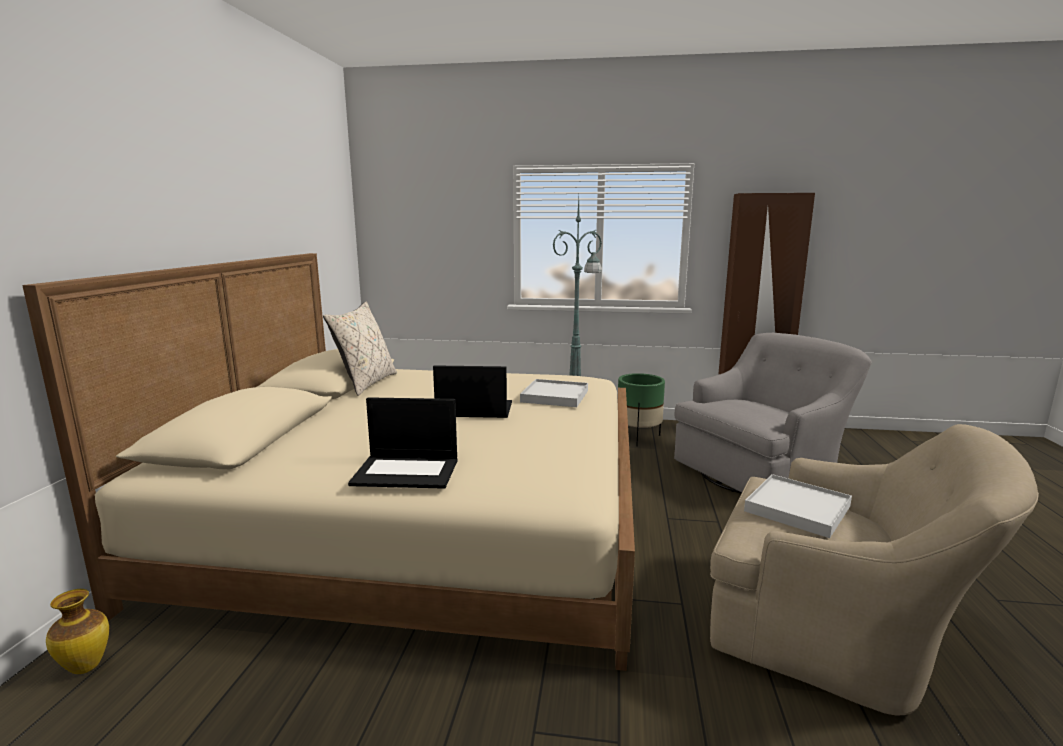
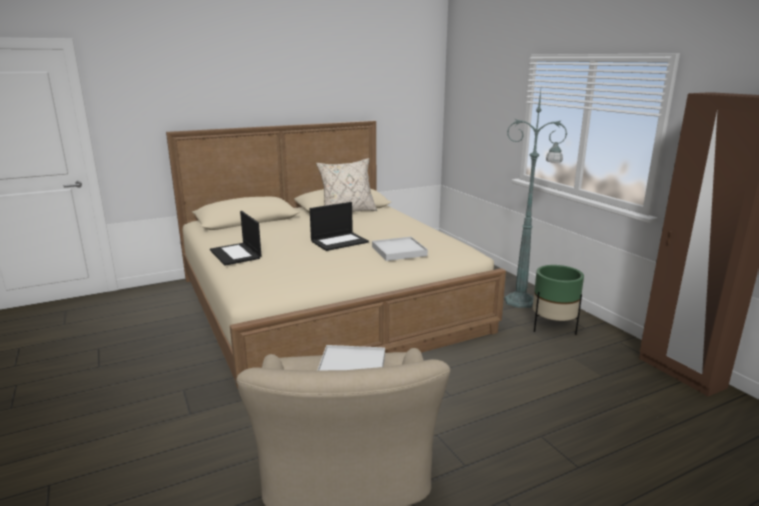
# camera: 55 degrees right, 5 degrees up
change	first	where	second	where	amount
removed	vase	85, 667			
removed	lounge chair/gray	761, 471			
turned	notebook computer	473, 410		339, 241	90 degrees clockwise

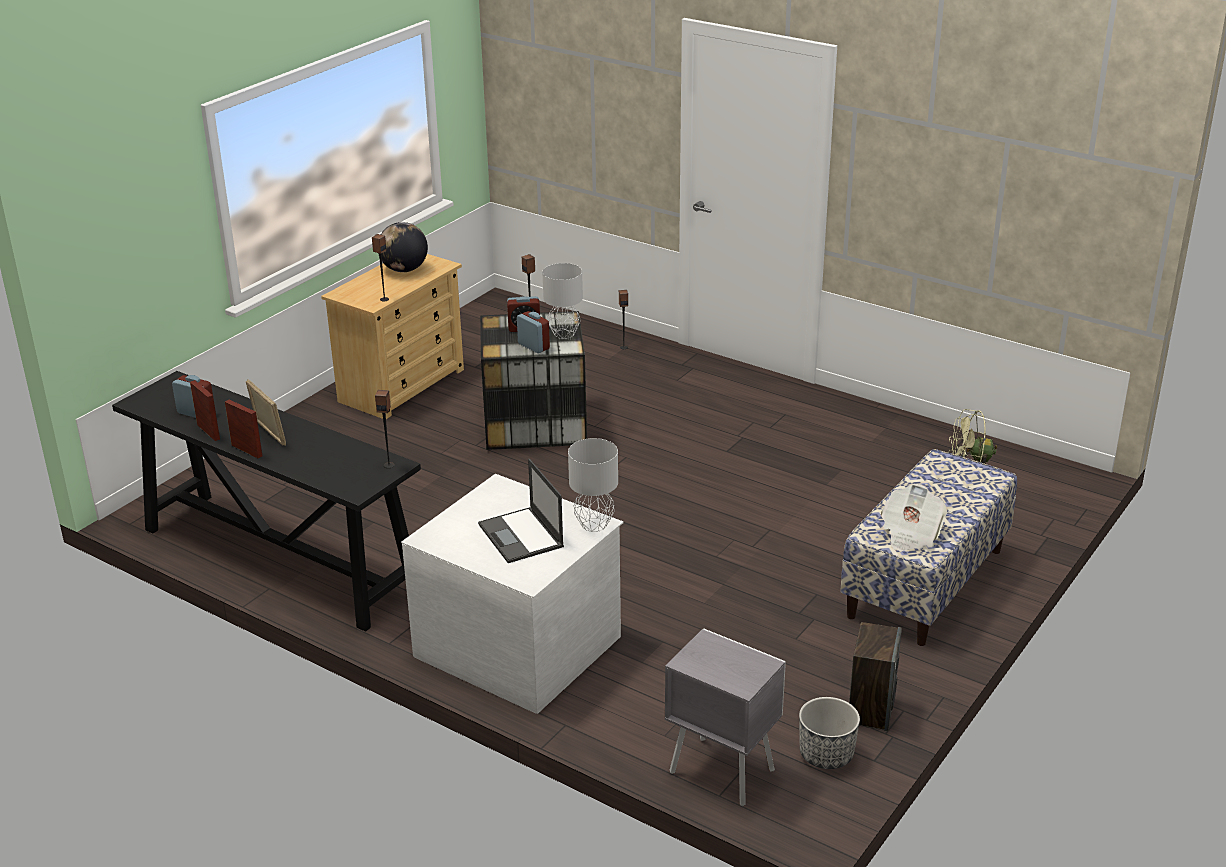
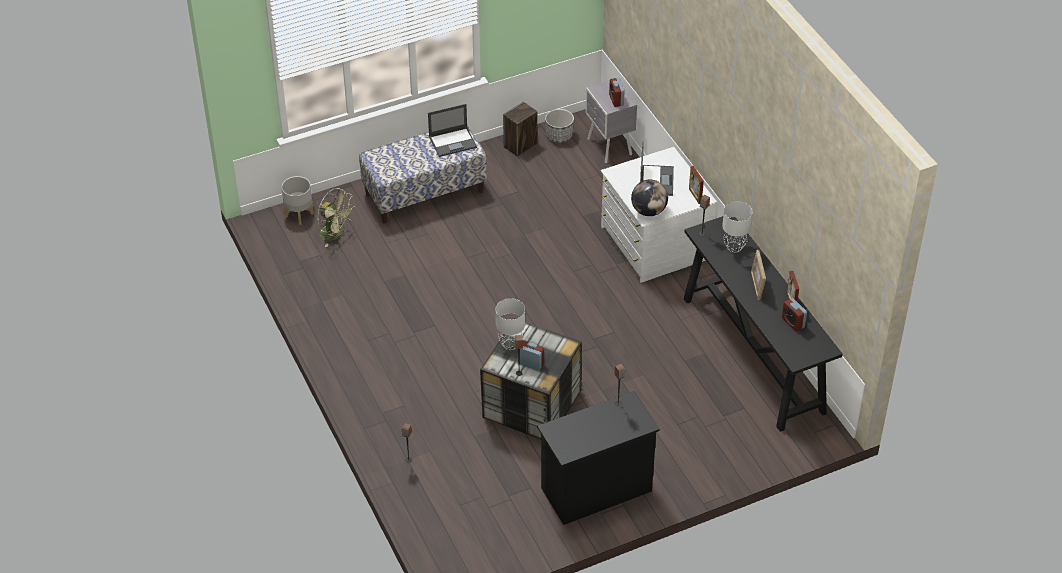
# camera: 150 degrees left, 15 degrees up
change	first	where	second	where	amount
added			flower pot/gray	299, 214	
moved	standing frame	247, 451		695, 196	
moved	desk globe	404, 270		649, 211	
moved	bedside clock	533, 346		616, 100	
moved	tabletop lamp/gray	594, 525		734, 247	
replaced	printed paper	910, 534	notebook computer	453, 142	
recoloured	dresser/sand-coloured	402, 385	dresser/black	595, 489	

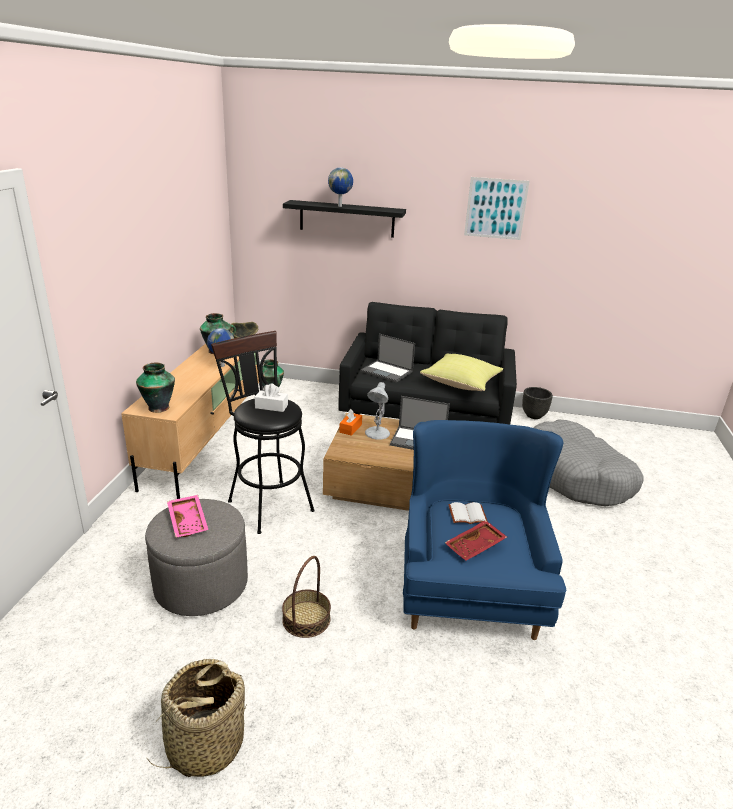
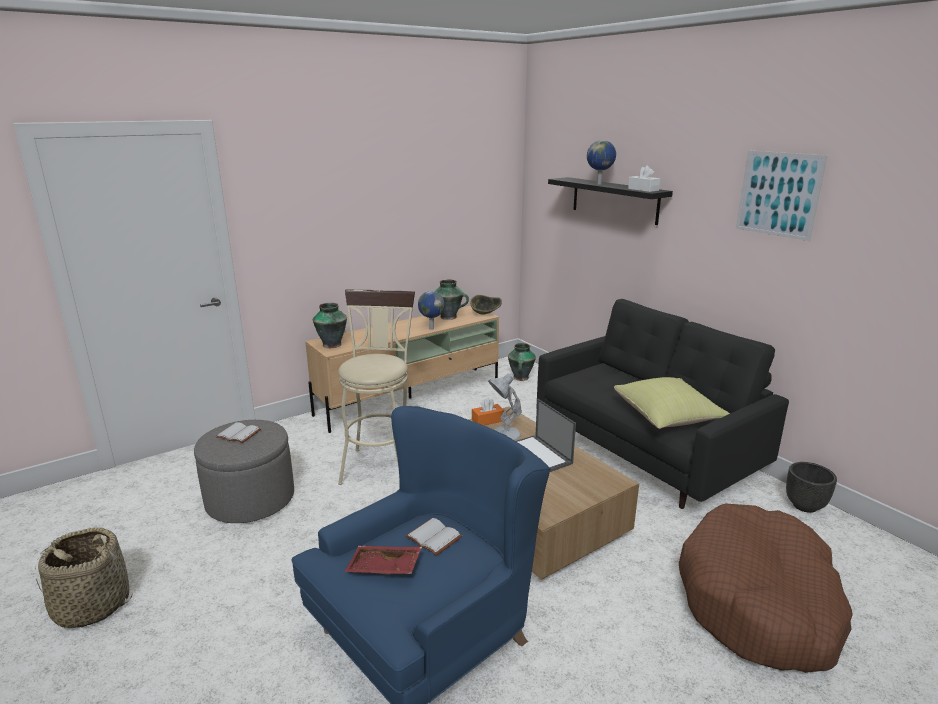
# camera: 45 degrees right, 5 degrees down
change	first	where	second	where	amount
removed	household basket	306, 619			
removed	notebook computer	387, 371			
moved	tissue box/whitish	271, 406		643, 189	
replaced	serving tray/pinkish	189, 521	bound book/whitish	239, 434	
recoloured	stool/black	266, 502	stool/sand-coloured	380, 463	
recoloured	dog cushion/gray	577, 476	dog cushion/brown-coloured	759, 602	

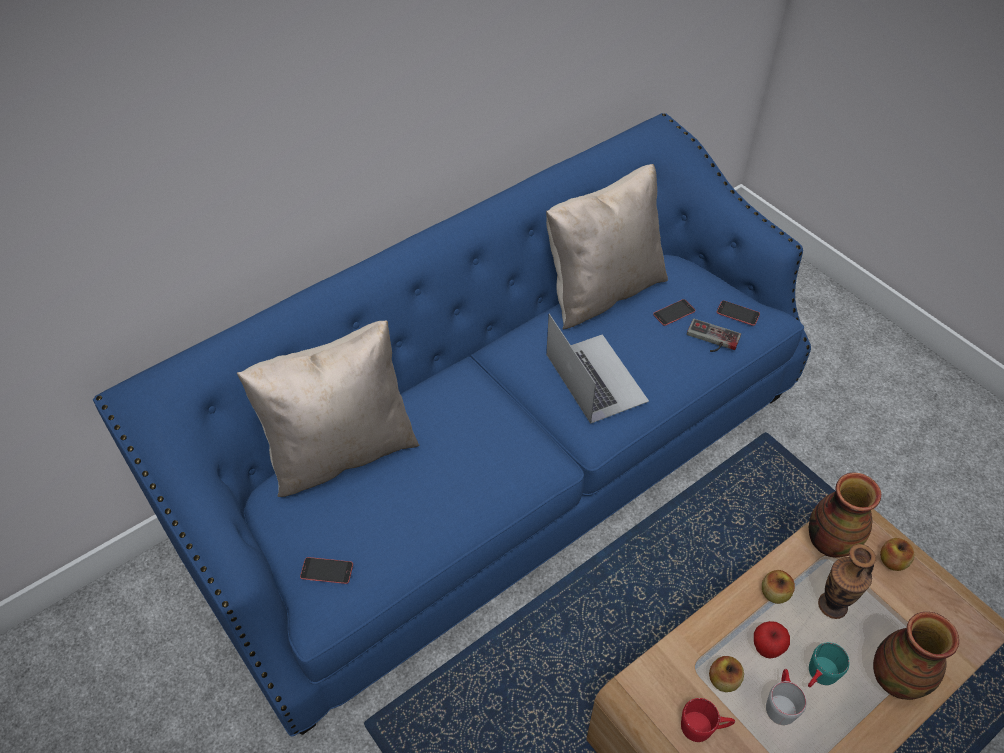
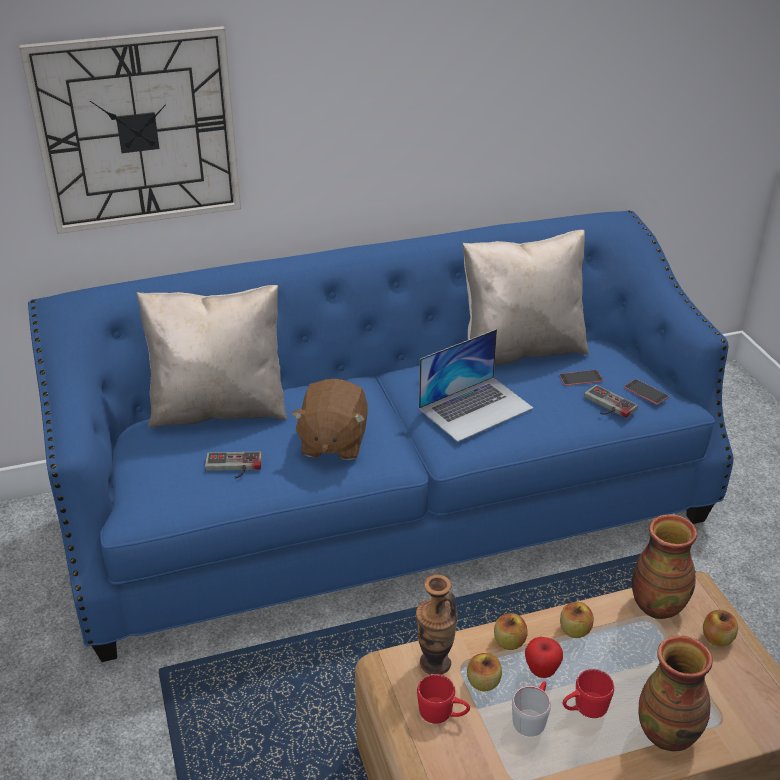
# camera: 20 degrees right, 15 degrees down
change	first	where	second	where	amount
removed	phone	326, 570			
added			clock on the wall	137, 131	
added			gamepad	233, 467	
added			cuddly toy/brown-coloured	332, 442	
added			apple fruit	509, 642	
moved	vase	832, 605		435, 663	
recoloured	tea mug/turquoise	819, 676	tea mug/red-coloured	584, 708	
turned	notebook computer	595, 377		476, 408	60 degrees clockwise

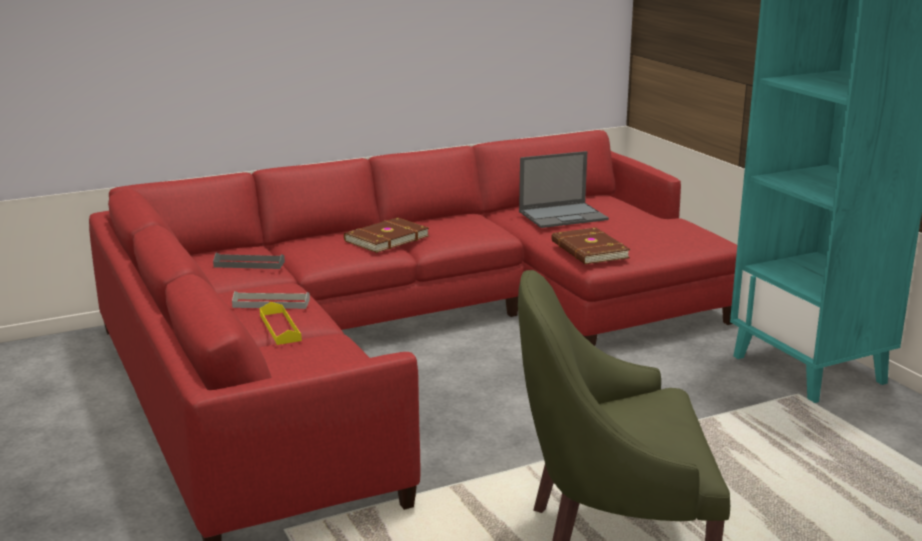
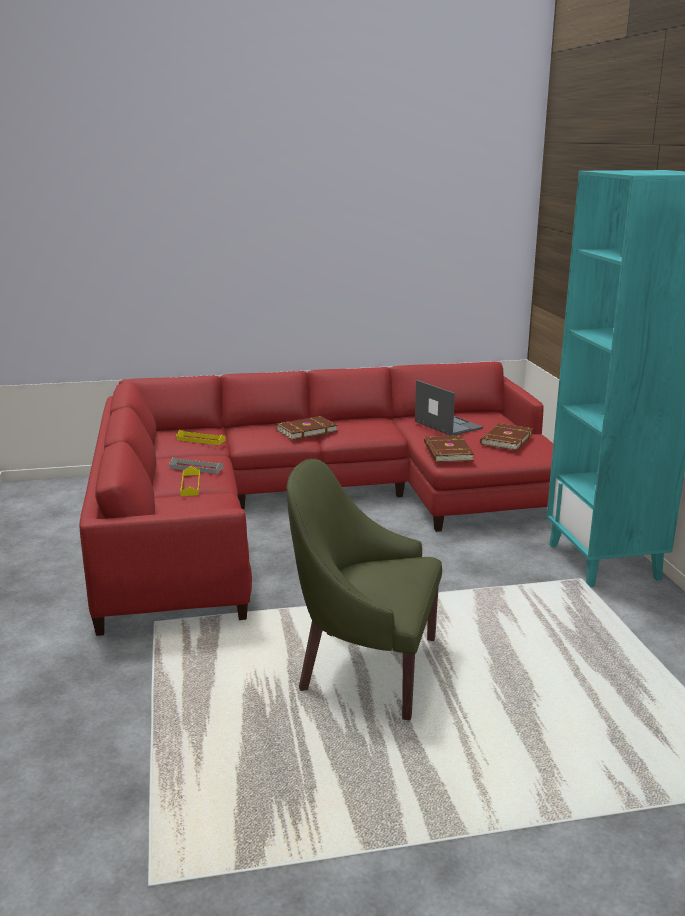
# camera: 15 degrees right, 0 degrees up
change	first	where	second	where	amount
added			bound book/brown-coloured	505, 439	
recoloured	serving tray/gray	249, 264	serving tray/yellow	201, 440	
turned	notebook computer	564, 215		447, 424	120 degrees counterclockwise

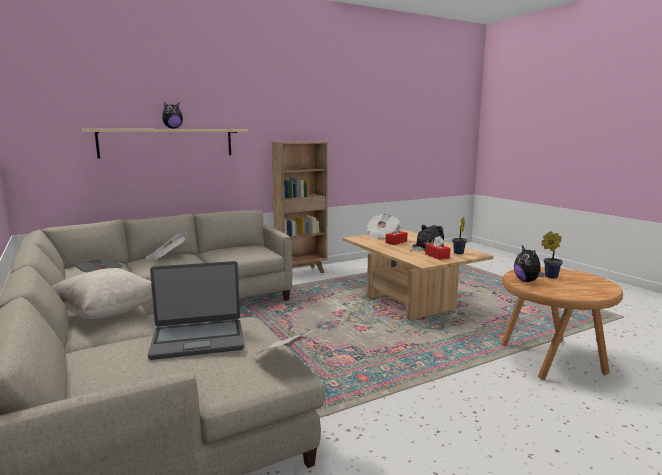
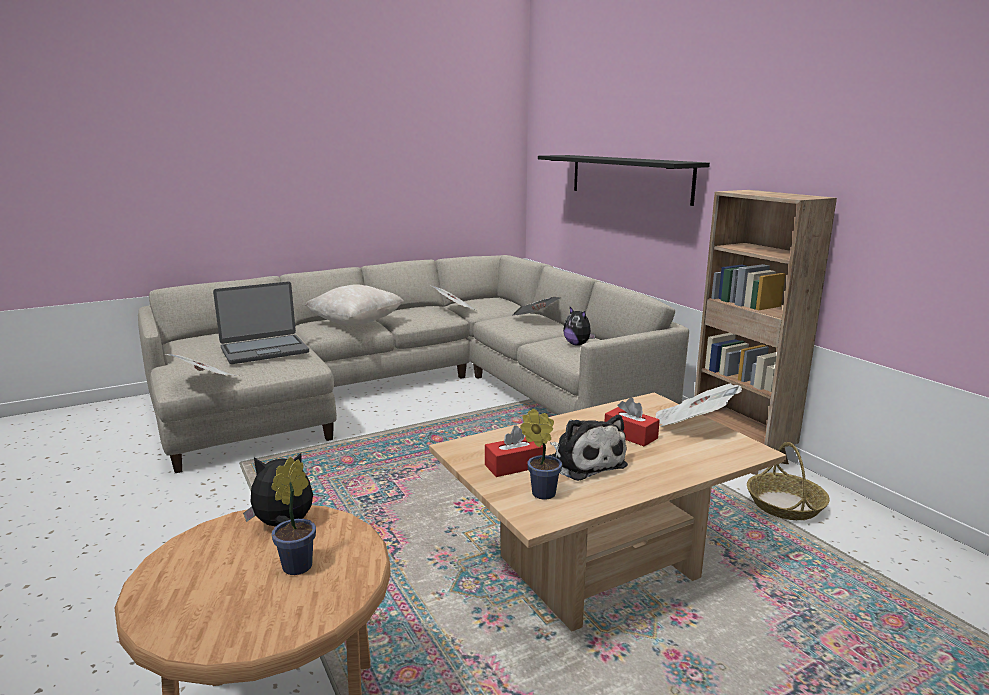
# camera: 90 degrees right, 5 degrees up
change	first	where	second	where	amount
added			household basket	784, 504	
moved	cuddly toy	173, 128		578, 344	
recoloured	wall shelf/sand-coloured	167, 142	wall shelf/black	629, 178	
turned	notebook computer	198, 339		264, 350	105 degrees counterclockwise

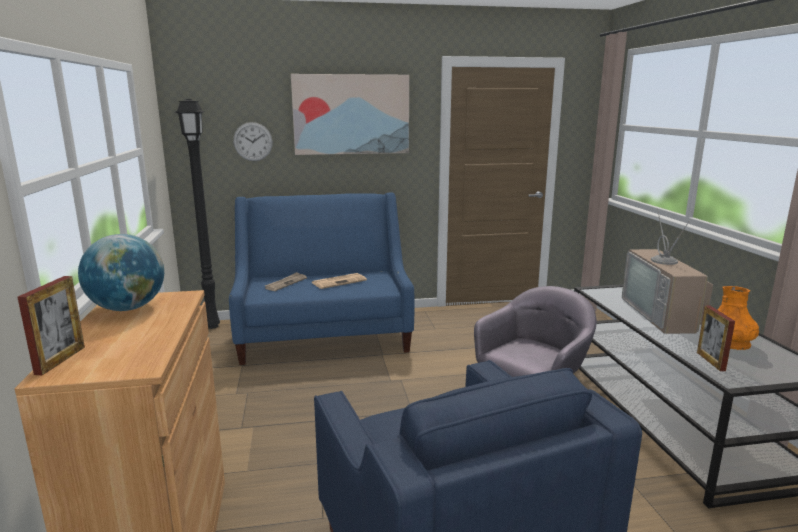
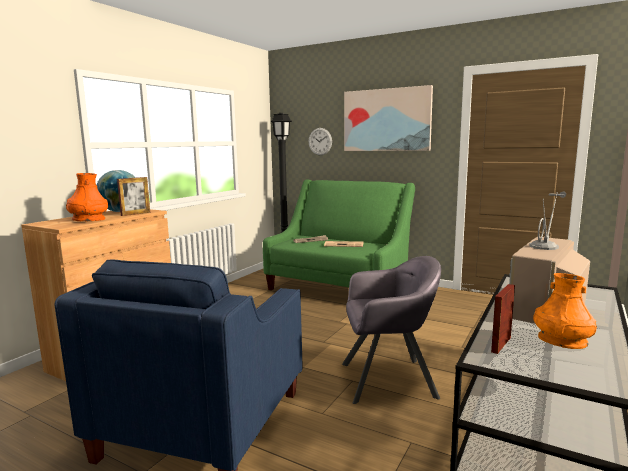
# camera: 40 degrees right, 5 degrees down
change	first	where	second	where	amount
added			vase/orange	89, 219	
moved	standing frame	60, 360		135, 214	
recoloured	couch/bluish	324, 336	couch/green-coloured	339, 287	

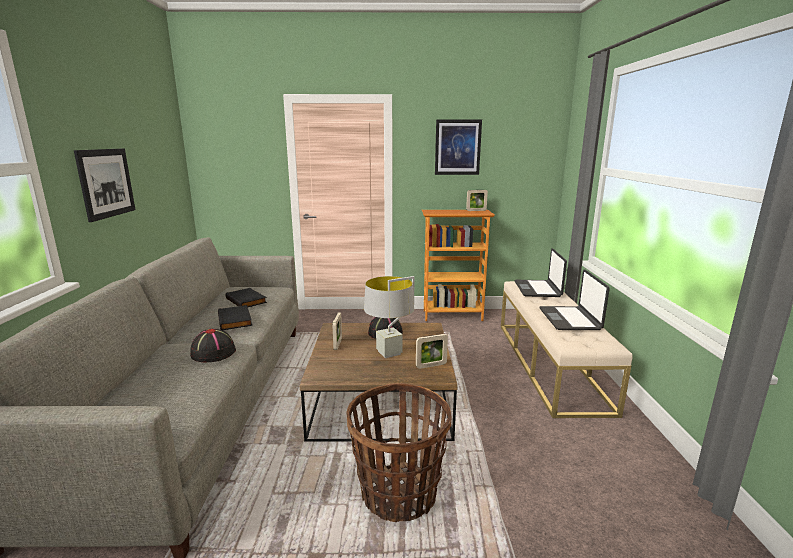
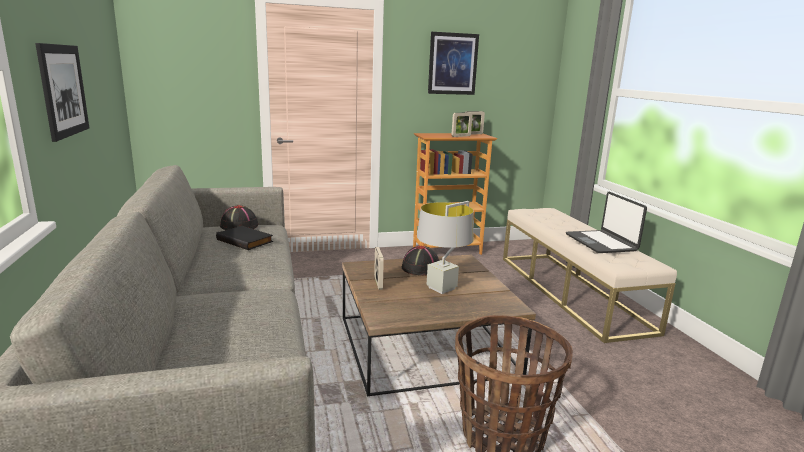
# camera: 15 degrees left, 0 degrees up
change	first	where	second	where	amount
removed	bound book/black	236, 320			
removed	notebook computer	538, 289			
moved	wearable hat/black	213, 352		238, 226	
moved	standing frame	431, 365		461, 136	

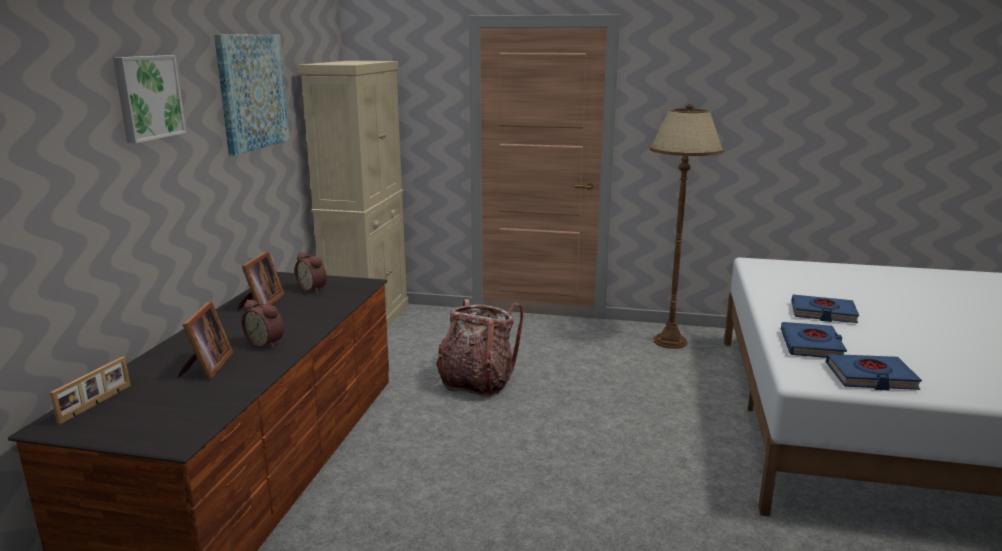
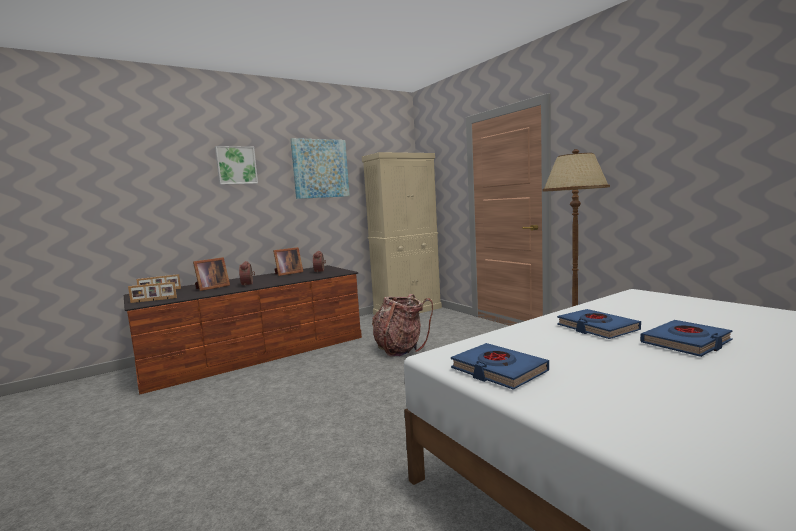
# camera: 45 degrees right, 10 degrees down
change	first	where	second	where	amount
added			standing frame	153, 300	
moved	bound book/bluish	811, 345		686, 343	

